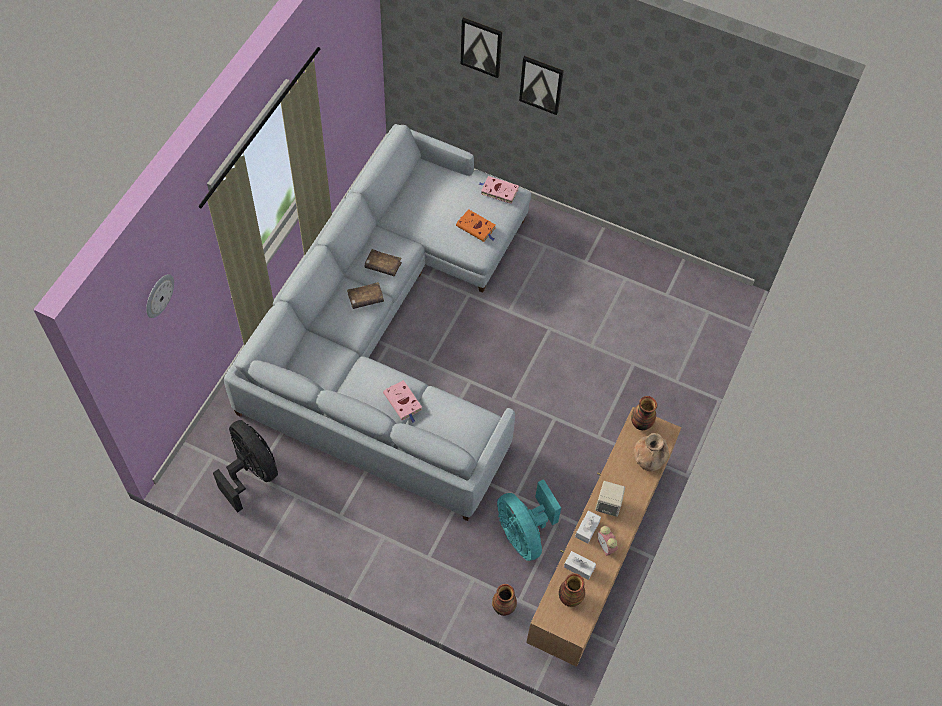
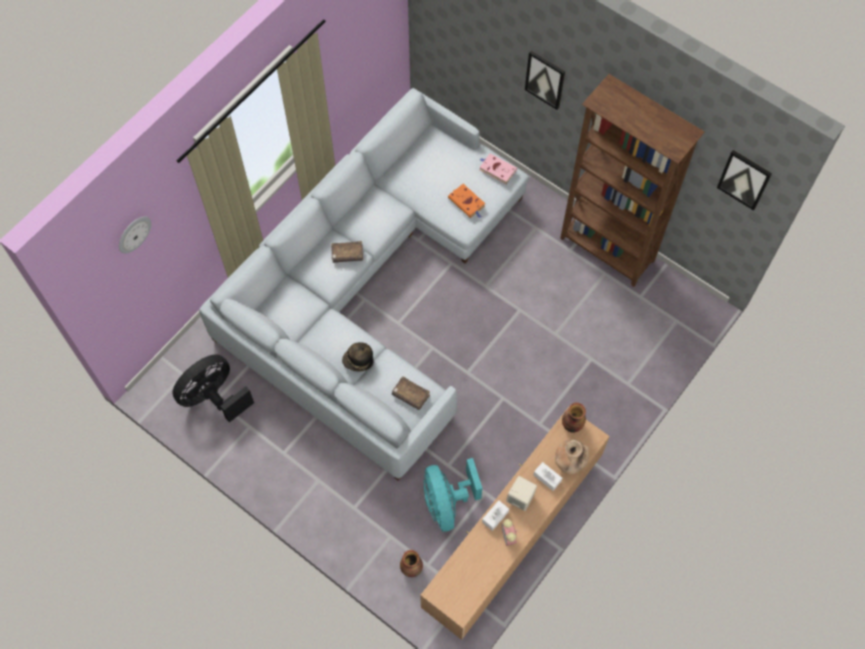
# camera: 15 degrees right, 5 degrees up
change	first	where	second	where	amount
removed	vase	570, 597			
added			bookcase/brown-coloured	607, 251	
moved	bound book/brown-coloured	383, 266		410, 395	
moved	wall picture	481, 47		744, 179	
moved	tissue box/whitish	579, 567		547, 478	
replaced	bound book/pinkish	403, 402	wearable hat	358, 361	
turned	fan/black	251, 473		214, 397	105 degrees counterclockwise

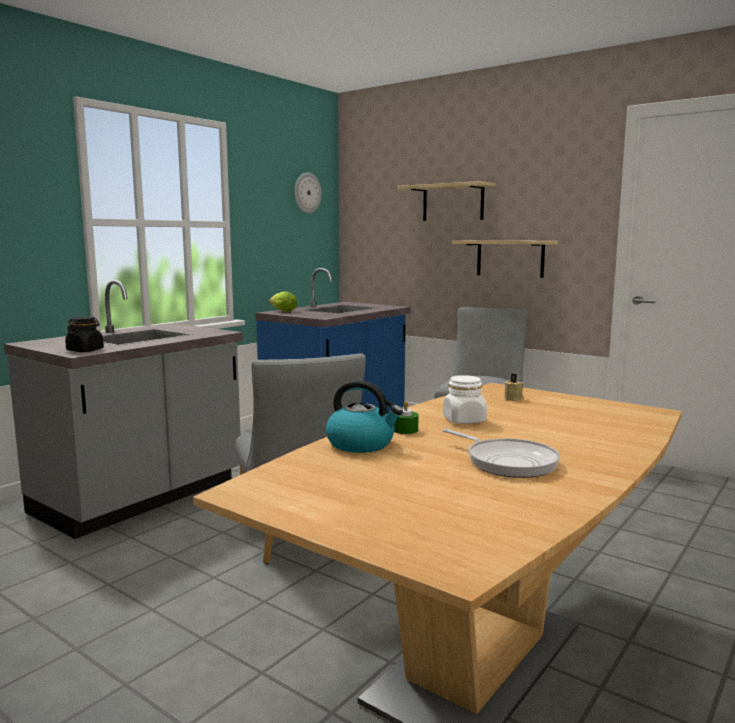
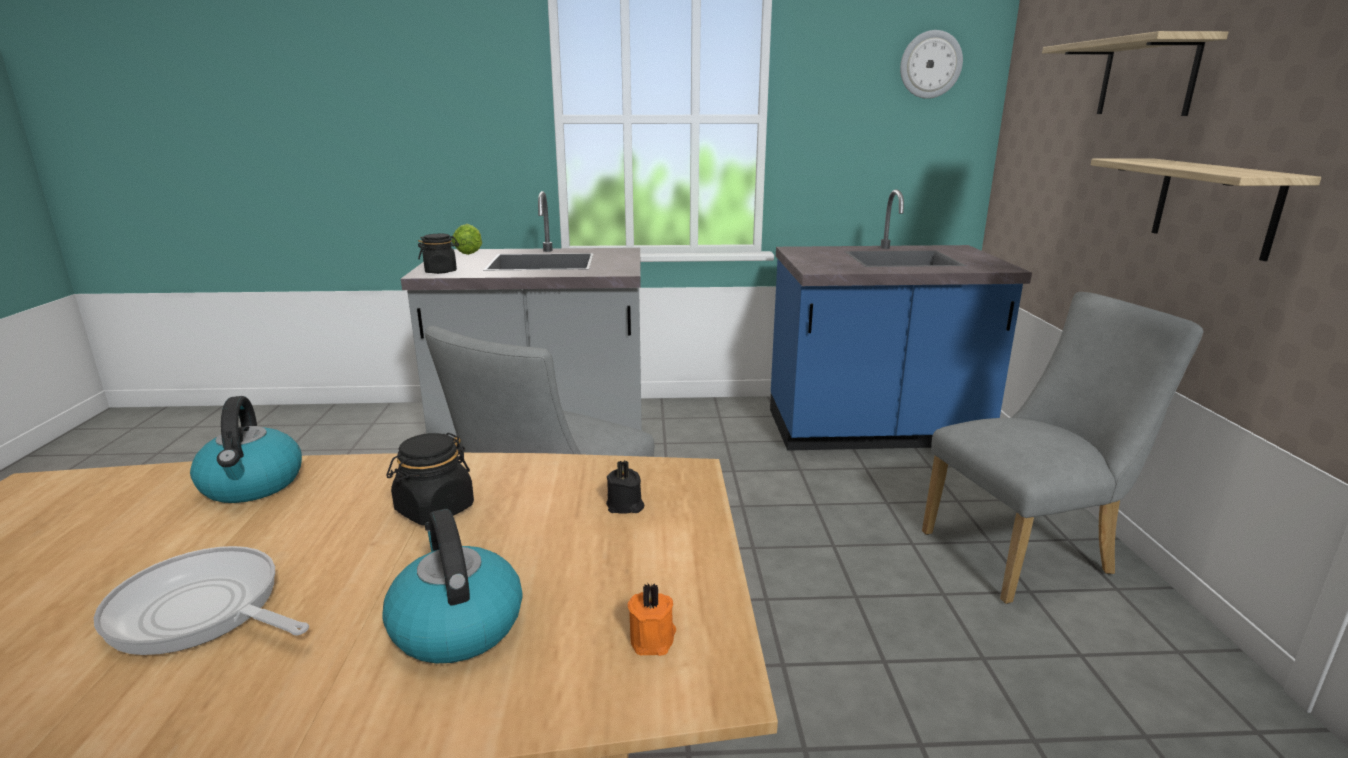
# camera: 50 degrees right, 10 degrees up
change	first	where	second	where	amount
removed	wax candle/green-coloured	405, 430			
added			kettle	456, 625	
added			wax candle/orange	654, 639	
moved	lettuce	282, 311		470, 252	
recoloured	storage jar/whitish	464, 420	storage jar/black	434, 510	
recoloured	wax candle/sand-coloured	514, 398	wax candle/black	625, 506	
turned	skillet	507, 462		201, 611	105 degrees clockwise

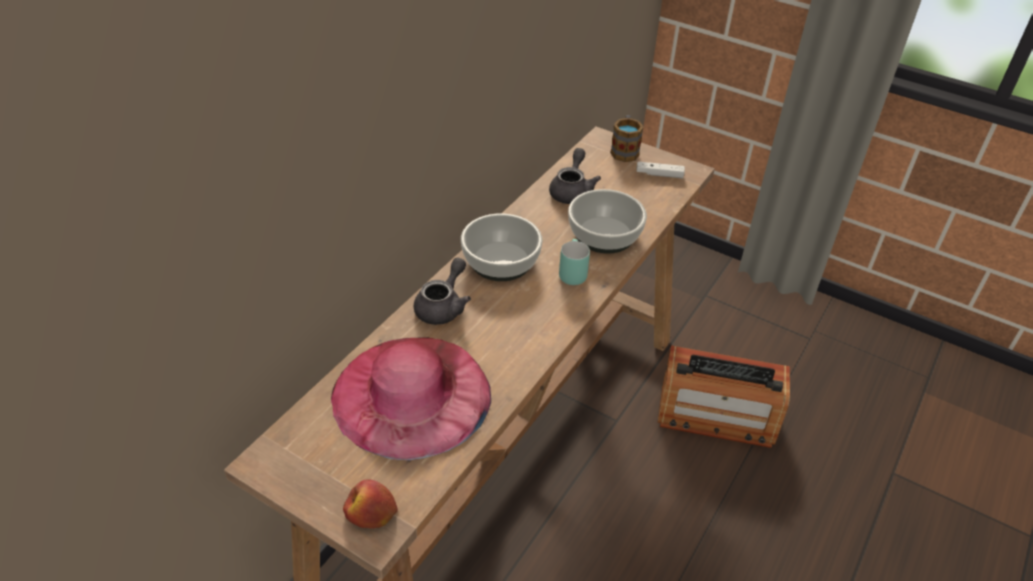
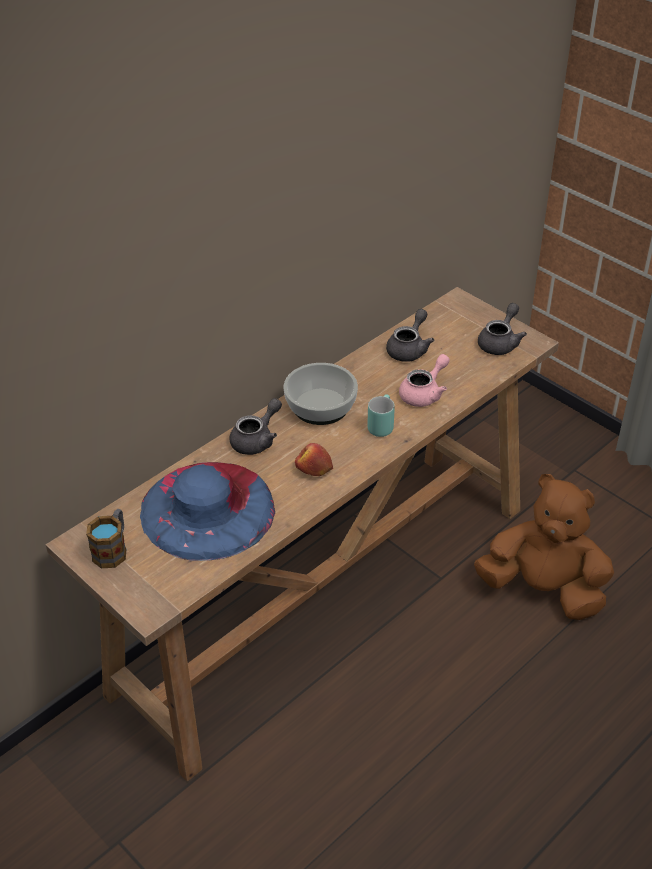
# camera: 15 degrees right, 0 degrees up
change	first	where	second	where	amount
moved	apple fruit	370, 513		313, 468	
moved	tea mug	624, 150		113, 549	
replaced	serving bowl	604, 234	pot for tea/pinkish	424, 393	
replaced	gamepad/whitish	659, 174	pot for tea/gray	500, 342	
replaced	radio receiver	716, 416	cuddly toy/brown-coloured	543, 589	
recoloured	wearable hat/pinkish	411, 394	wearable hat/bluish	207, 509	

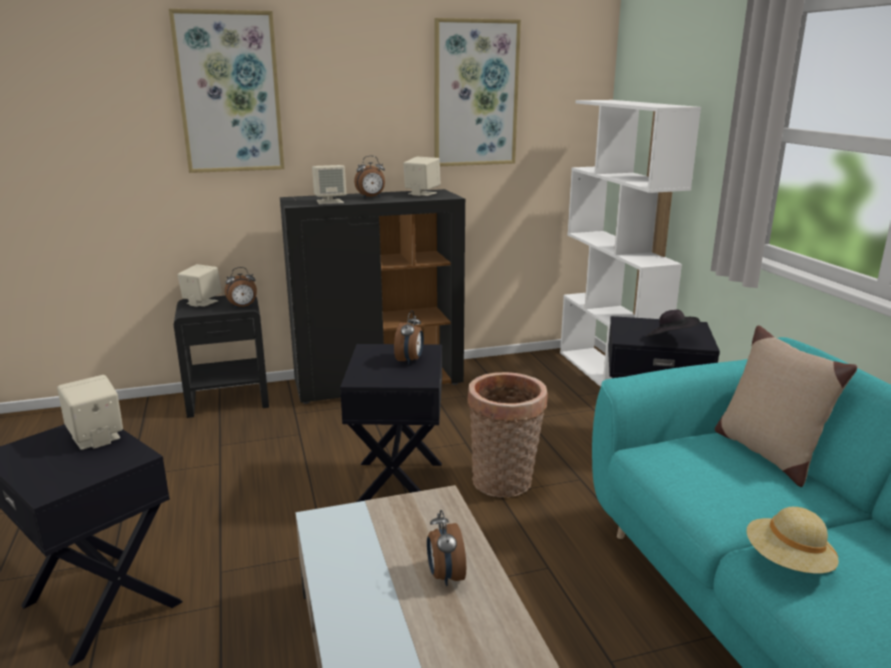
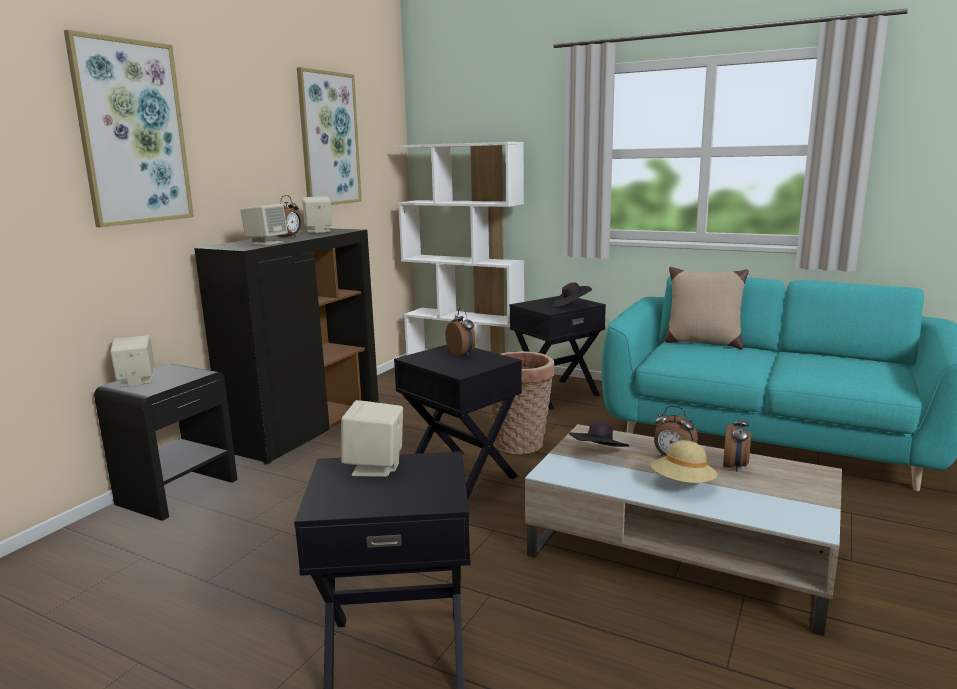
# camera: 45 degrees left, 5 degrees down
change	first	where	second	where	amount
added			wearable hat/black	598, 455	
moved	bedside clock	243, 307		735, 467	
moved	wearable hat/sand-coloured	787, 562		682, 484	

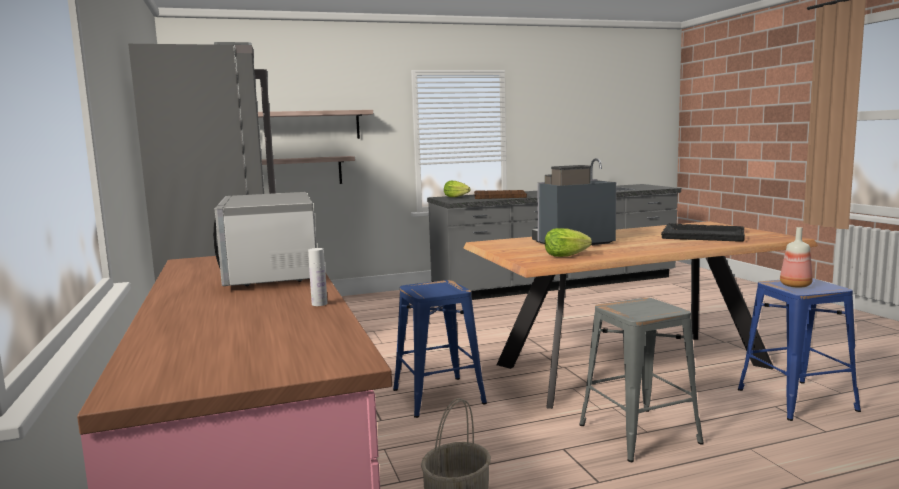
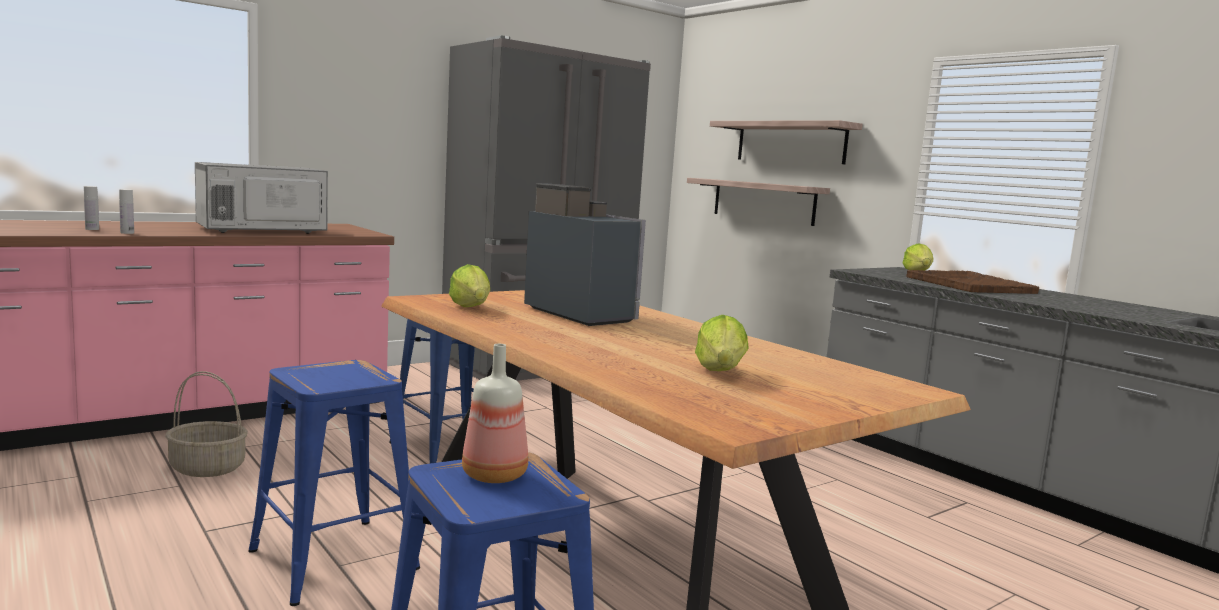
# camera: 70 degrees right, 0 degrees up
change	first	where	second	where	amount
added			drink bottle/whitish	92, 229	
replaced	serving tray/black	702, 235	lettuce	720, 372	
recoloured	stool/gray	639, 434	stool/bluish	331, 559	

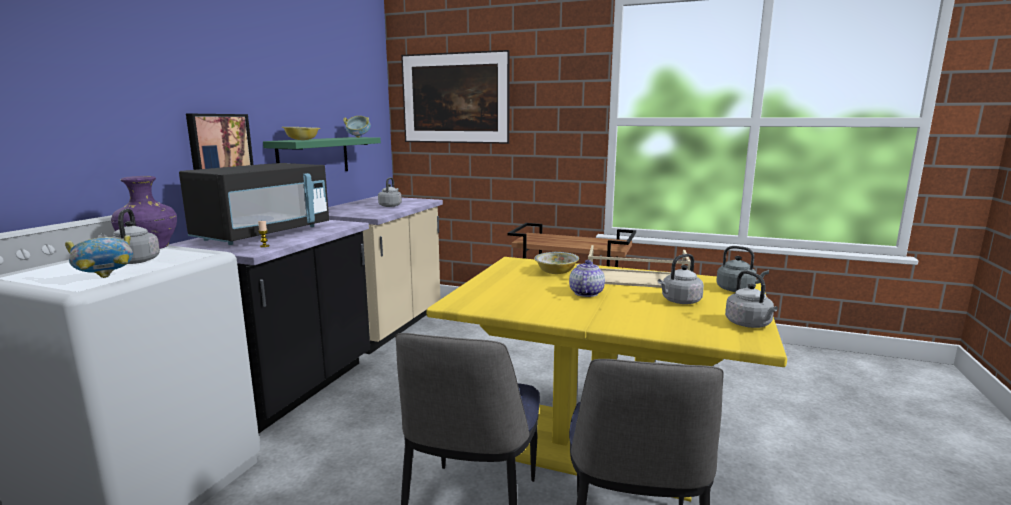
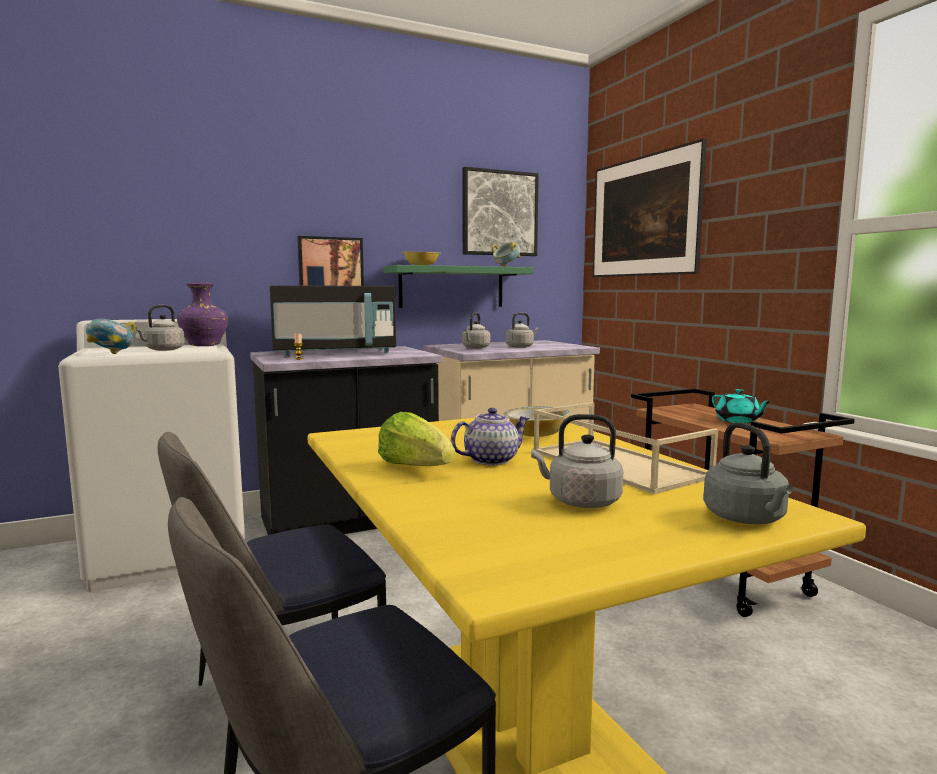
# camera: 45 degrees right, 5 degrees down
change	first	where	second	where	amount
added			lettuce	415, 467	
added			wall picture	499, 213	
added			pot for tea/turquoise	738, 421	
moved	kettle/gray	749, 324		475, 348	

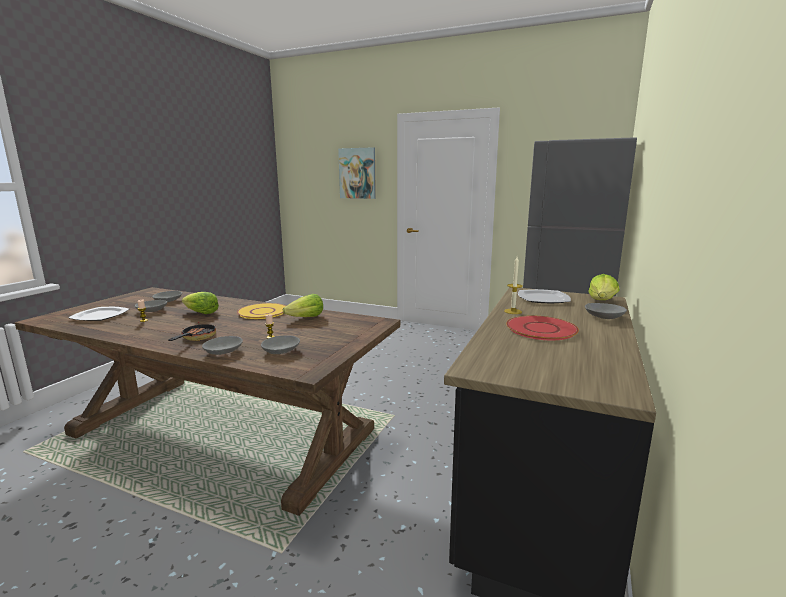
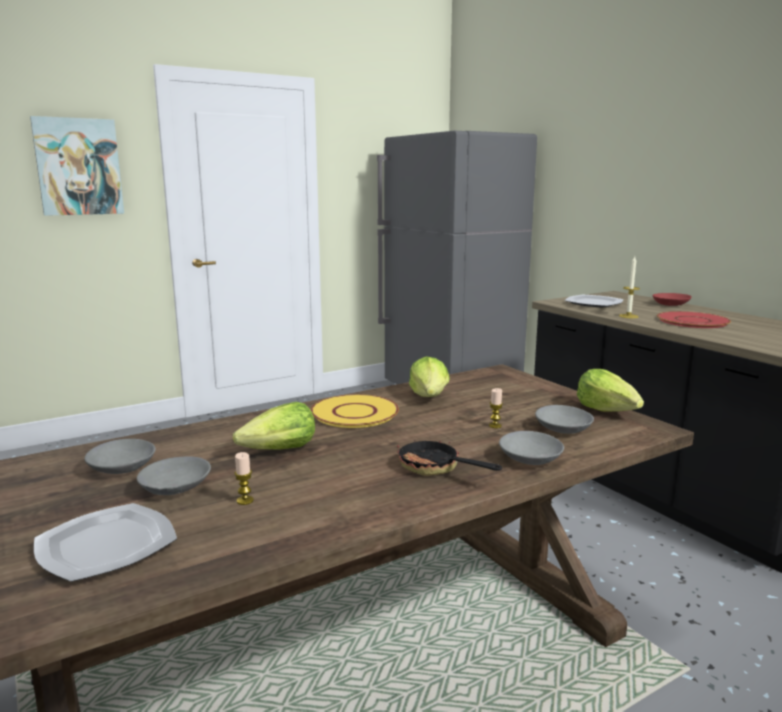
# camera: 55 degrees left, 0 degrees up
change	first	where	second	where	amount
moved	lettuce	602, 301		607, 410	
recoloured	serving bowl/gray	603, 317	serving bowl/red-coloured	670, 305	

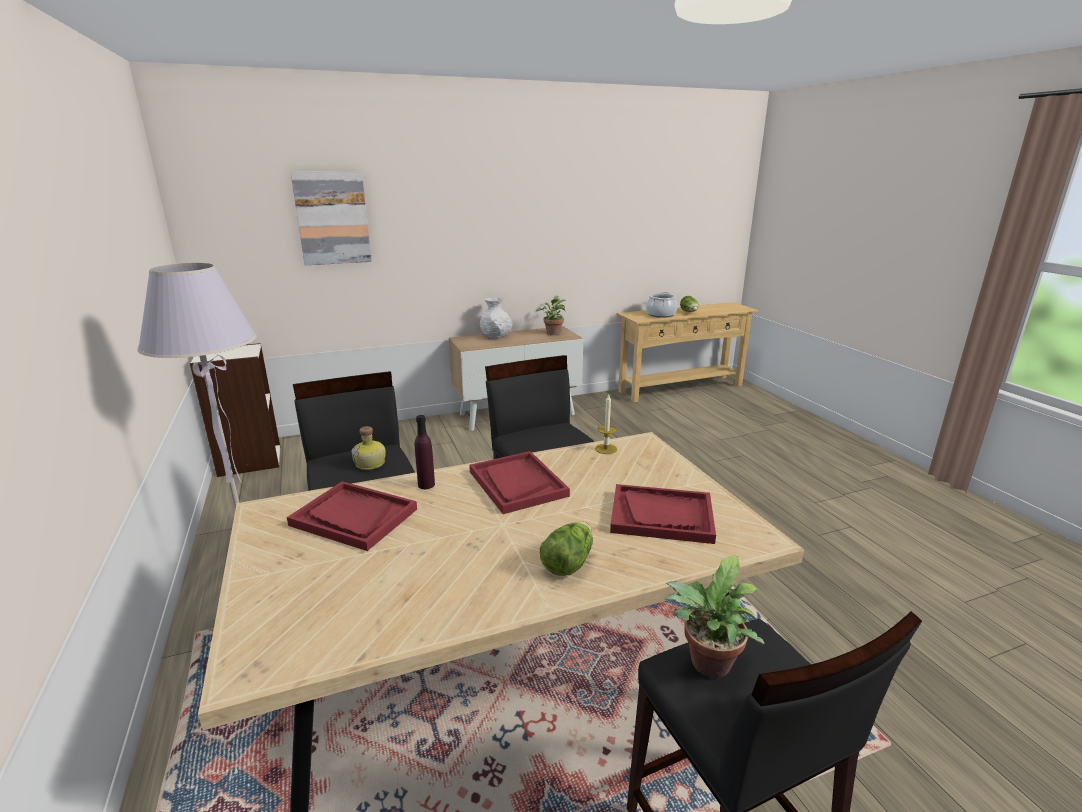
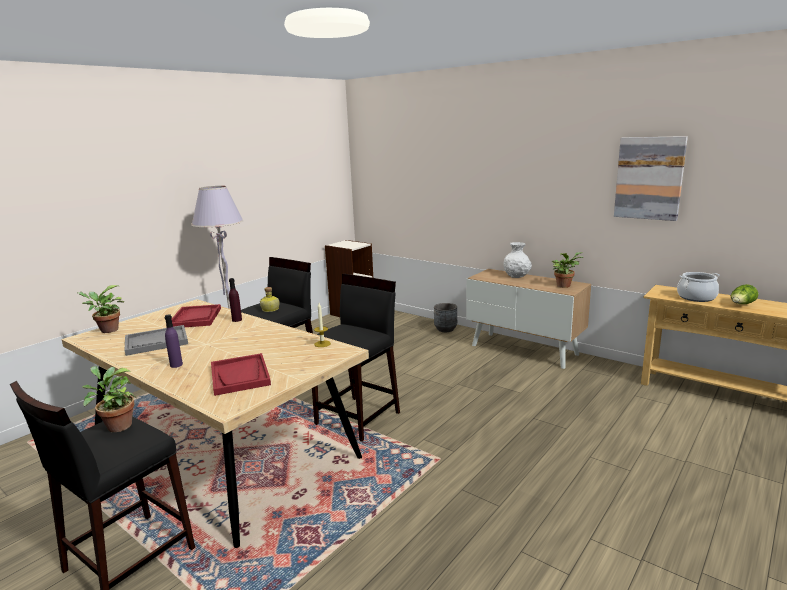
# camera: 60 degrees right, 5 degrees down
change	first	where	second	where	amount
removed	serving tray/red-coloured	517, 483			
added			houseplant	107, 330	
added			serving tray/gray	156, 342	
added			flower pot/gray	445, 329	
moved	wall picture	332, 218		649, 178	
replaced	lettuce	568, 561	drink bottle/purple-coloured	176, 365	

